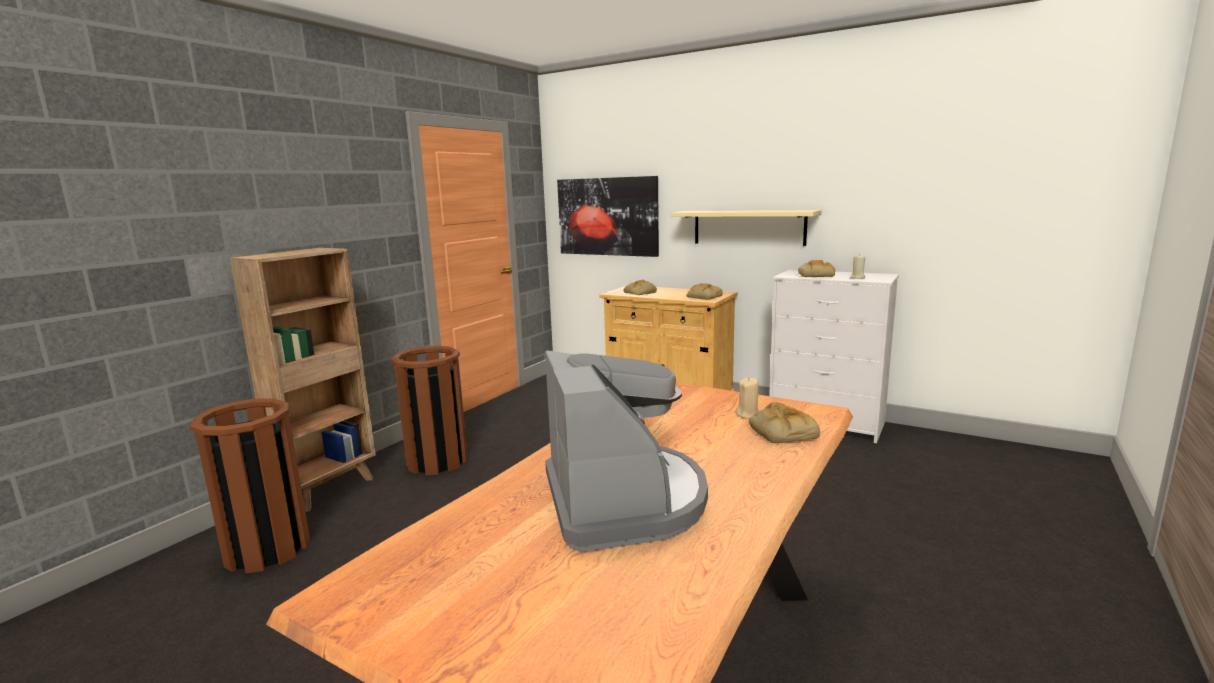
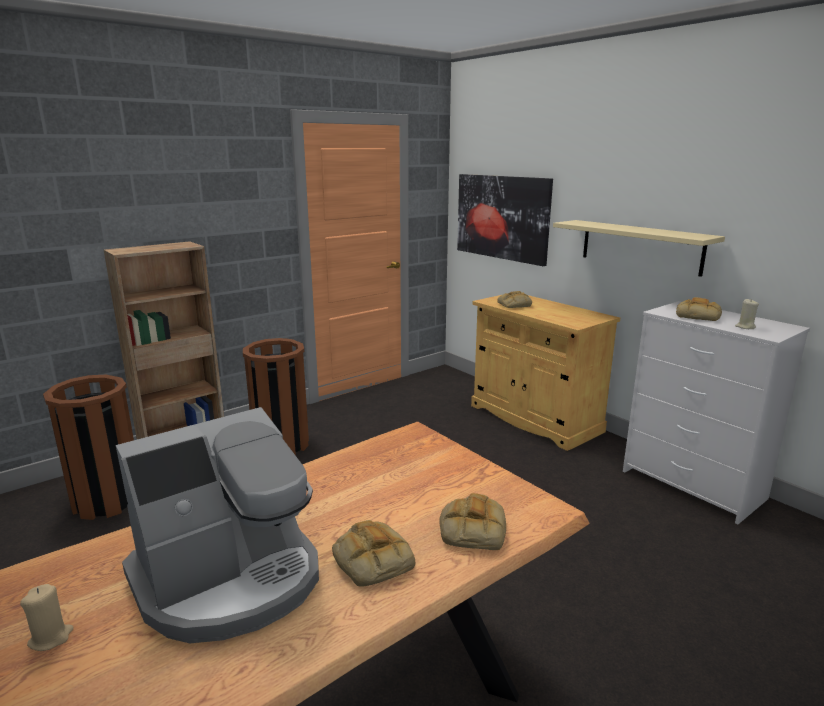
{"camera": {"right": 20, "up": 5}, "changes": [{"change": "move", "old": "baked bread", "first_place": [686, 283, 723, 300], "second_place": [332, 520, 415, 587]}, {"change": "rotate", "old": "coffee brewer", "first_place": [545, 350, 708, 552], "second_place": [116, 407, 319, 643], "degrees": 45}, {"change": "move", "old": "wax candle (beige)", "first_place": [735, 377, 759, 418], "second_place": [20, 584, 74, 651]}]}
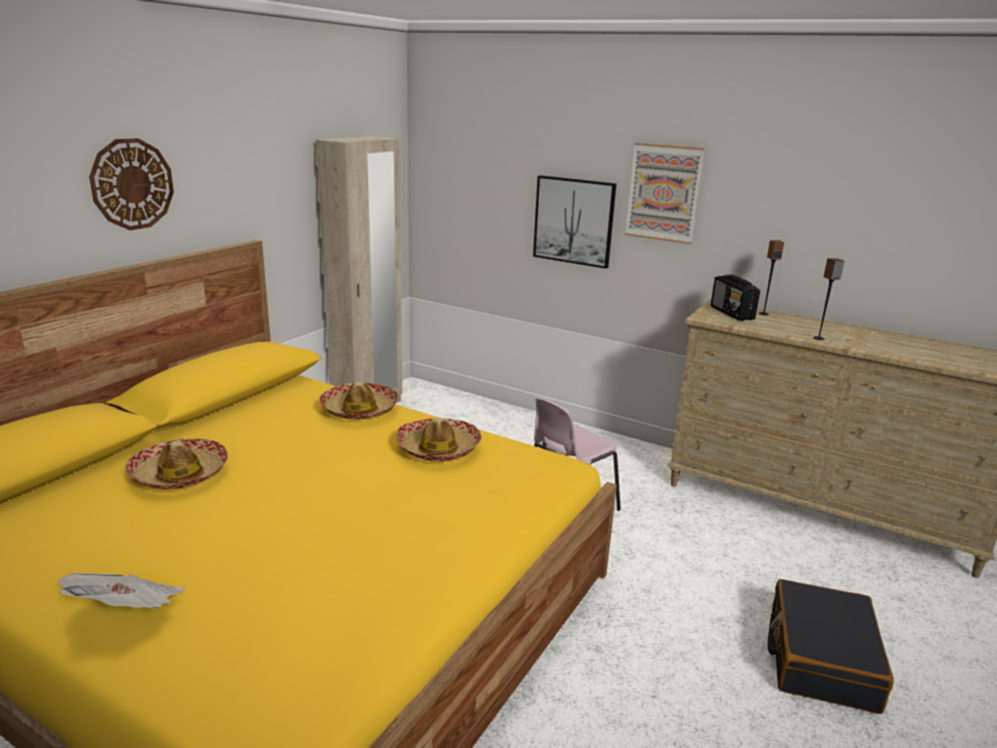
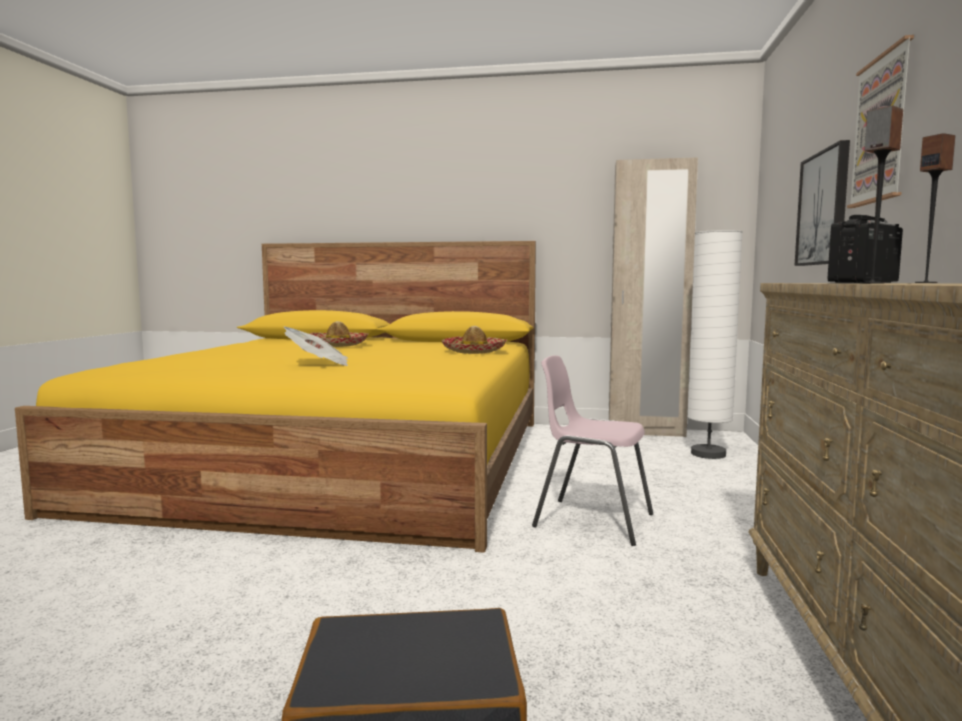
{"camera": {"right": 70, "up": -15}, "changes": [{"change": "delete", "old": "hanging clock", "first_place": [89, 138, 174, 230]}, {"change": "delete", "old": "clothing hat", "first_place": [396, 417, 482, 462]}, {"change": "move", "old": "daily paper", "first_place": [57, 573, 185, 609], "second_place": [284, 327, 348, 366]}, {"change": "insert", "new": "standard lamp (white-coloured)", "second_place": [687, 230, 743, 459]}]}
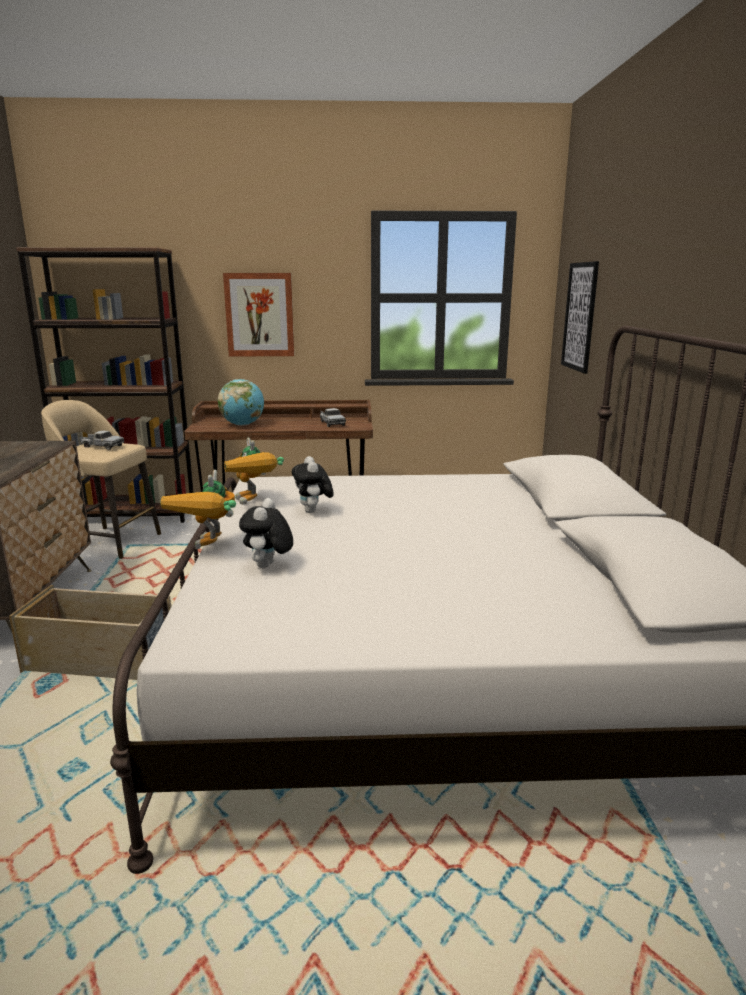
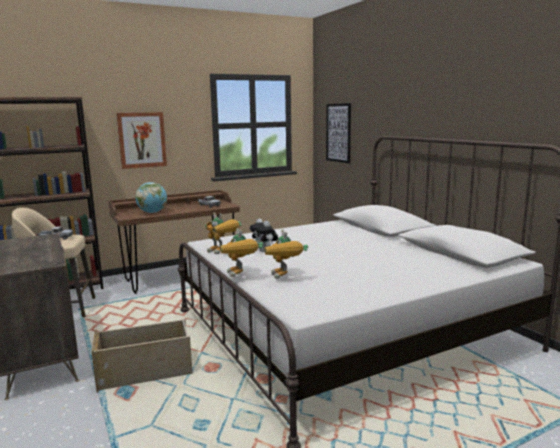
{"camera": {"right": -25, "up": -5}, "changes": [{"change": "replace", "old": "plush toy", "new": "toy robot", "first_place": [239, 498, 293, 568], "second_place": [265, 229, 308, 279]}]}
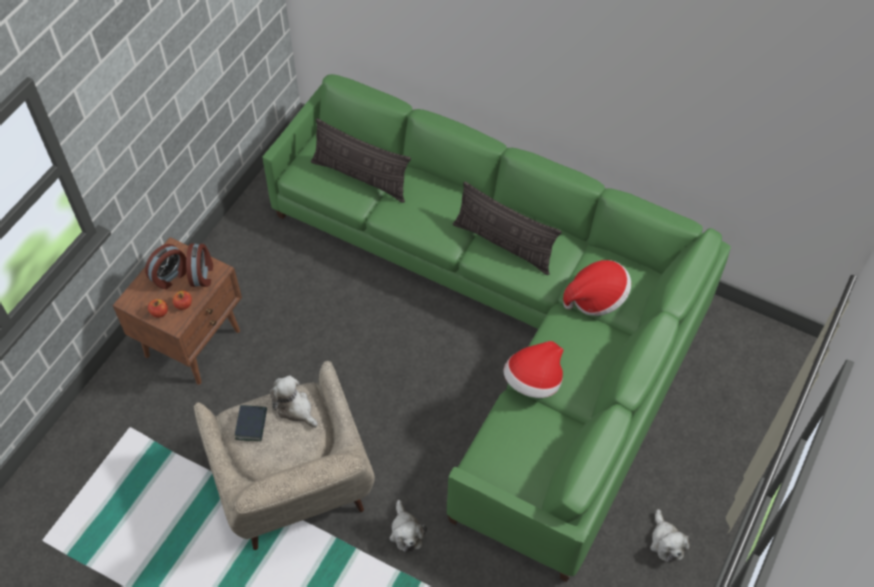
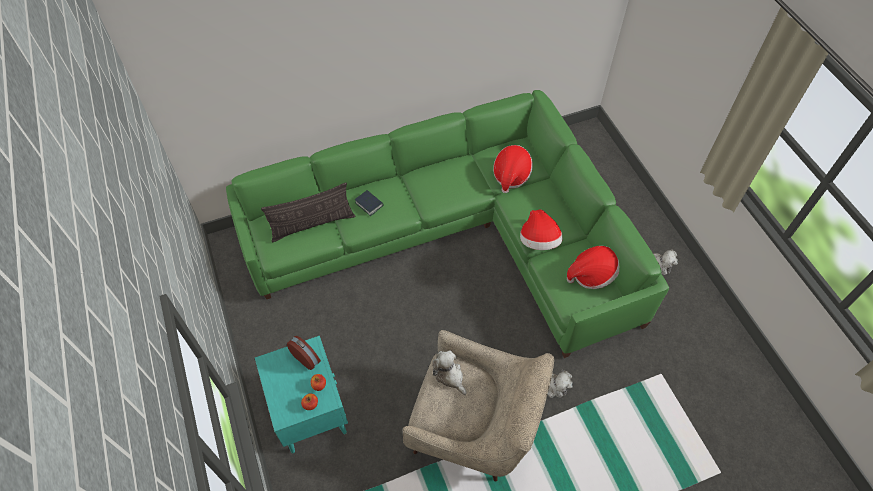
{"camera": {"right": -50, "up": 0}, "changes": [{"change": "delete", "old": "pillow", "first_place": [453, 181, 562, 275]}, {"change": "recolor", "old": "bedside table (brown)", "new": "bedside table (turquoise)", "first_place": [112, 237, 242, 385], "second_place": [255, 336, 348, 453]}, {"change": "delete", "old": "alarm clock", "first_place": [145, 244, 187, 289]}, {"change": "rotate", "old": "plush toy", "first_place": [270, 375, 318, 428], "second_place": [433, 351, 467, 395], "degrees": 60}, {"change": "move", "old": "bound book", "first_place": [235, 405, 267, 441], "second_place": [355, 190, 383, 216]}, {"change": "insert", "new": "clothing hat", "second_place": [567, 246, 619, 289]}]}
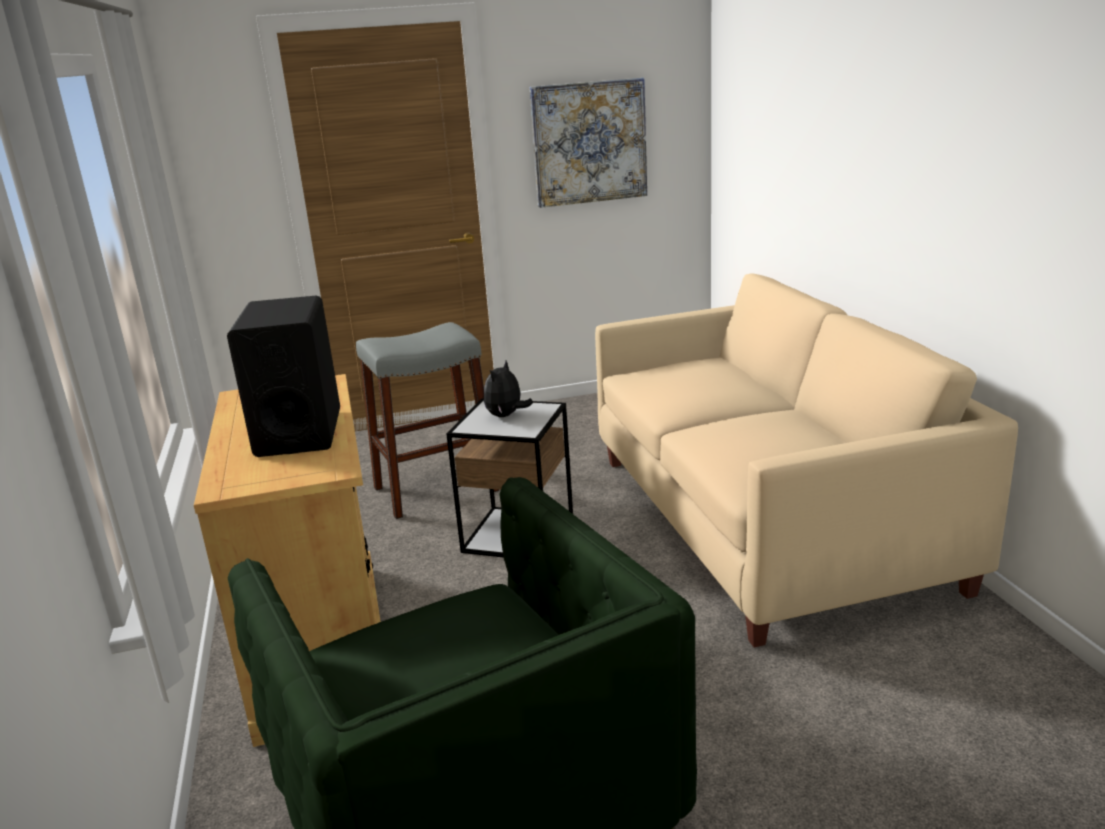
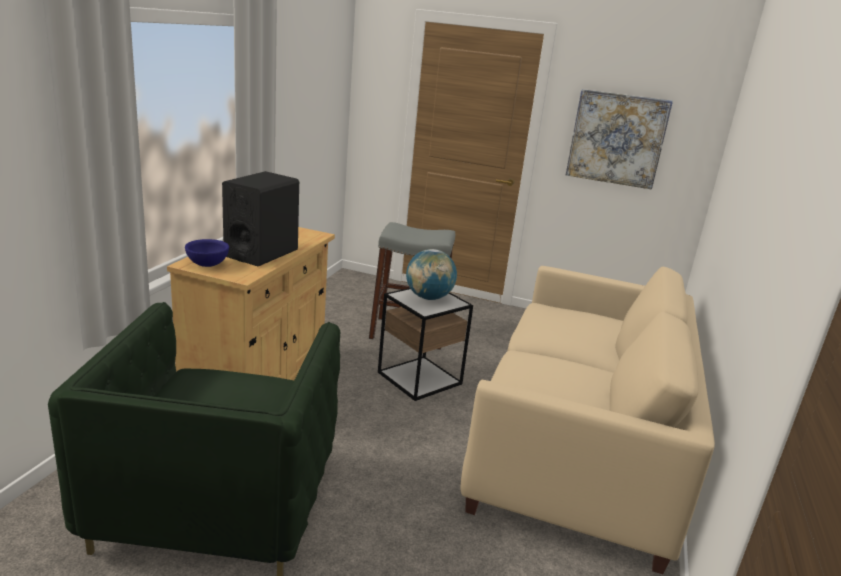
{"camera": {"right": 30, "up": 0}, "changes": [{"change": "replace", "old": "plush toy", "new": "desk globe", "first_place": [483, 361, 533, 417], "second_place": [406, 249, 457, 300]}, {"change": "insert", "new": "serving bowl (bluish)", "second_place": [185, 239, 229, 267]}]}
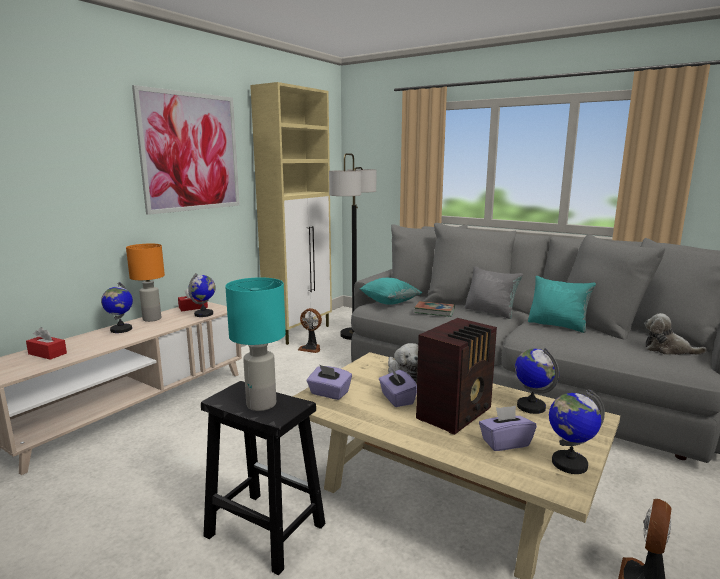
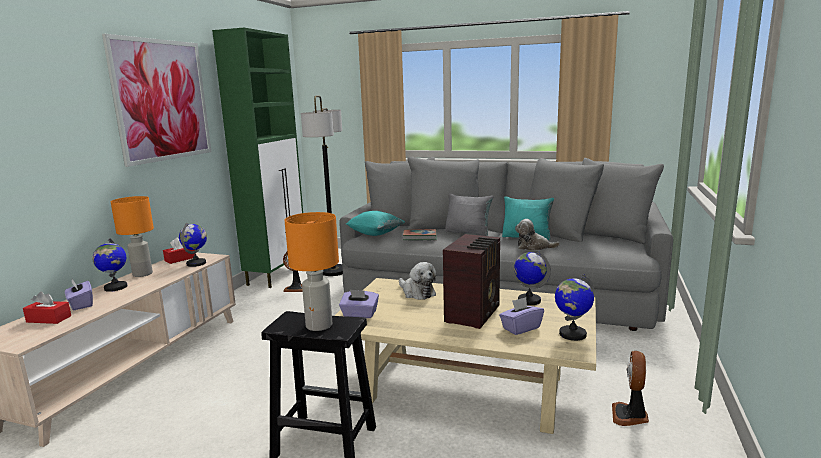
{"camera": {"right": -15, "up": 0}, "changes": [{"change": "recolor", "old": "cabinet (beige)", "new": "cabinet (green-coloured)", "first_place": [250, 82, 332, 345], "second_place": [212, 28, 303, 288]}, {"change": "recolor", "old": "tabletop lamp (turquoise)", "new": "tabletop lamp (orange-coloured)", "first_place": [225, 277, 286, 411], "second_place": [285, 212, 339, 331]}, {"change": "move", "old": "plush toy", "first_place": [645, 313, 707, 355], "second_place": [515, 219, 560, 251]}, {"change": "move", "old": "box of tissues (purple)", "first_place": [379, 368, 417, 407], "second_place": [65, 279, 93, 310]}]}
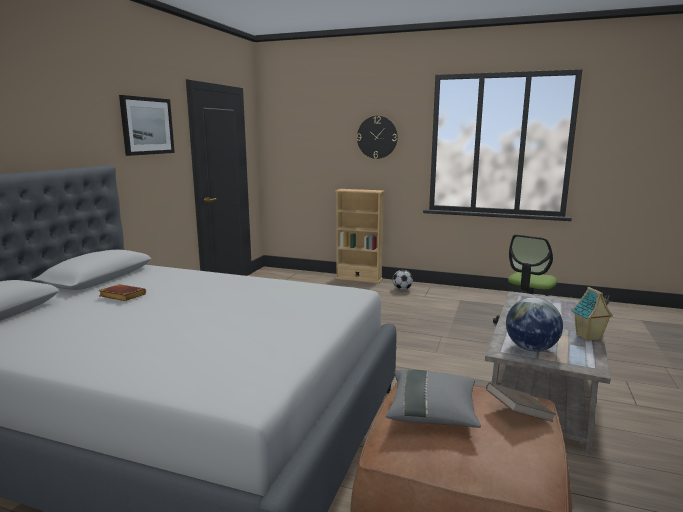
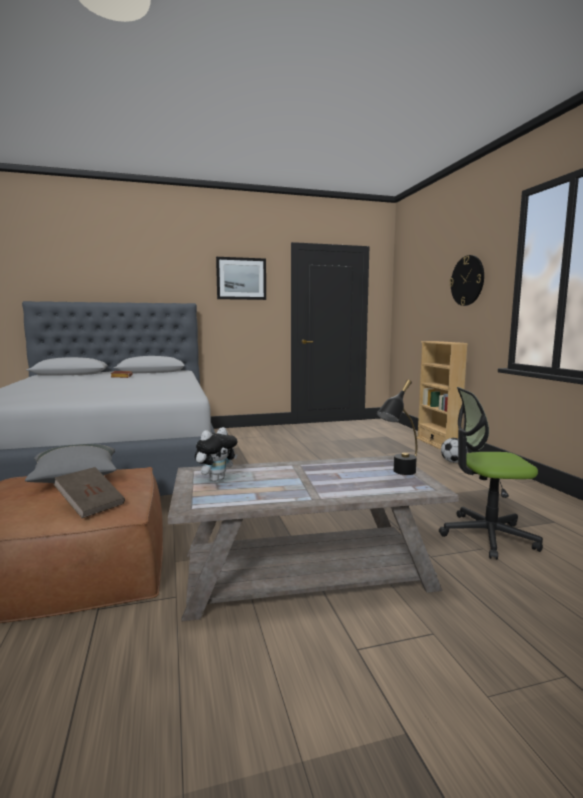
{"camera": {"right": 55, "up": -5}, "changes": [{"change": "delete", "old": "model house", "first_place": [572, 287, 613, 341]}, {"change": "replace", "old": "desk globe", "new": "plush toy", "first_place": [506, 297, 563, 352], "second_place": [195, 427, 238, 482]}, {"change": "insert", "new": "tabletop lamp (black-coloured)", "second_place": [376, 380, 417, 475]}]}
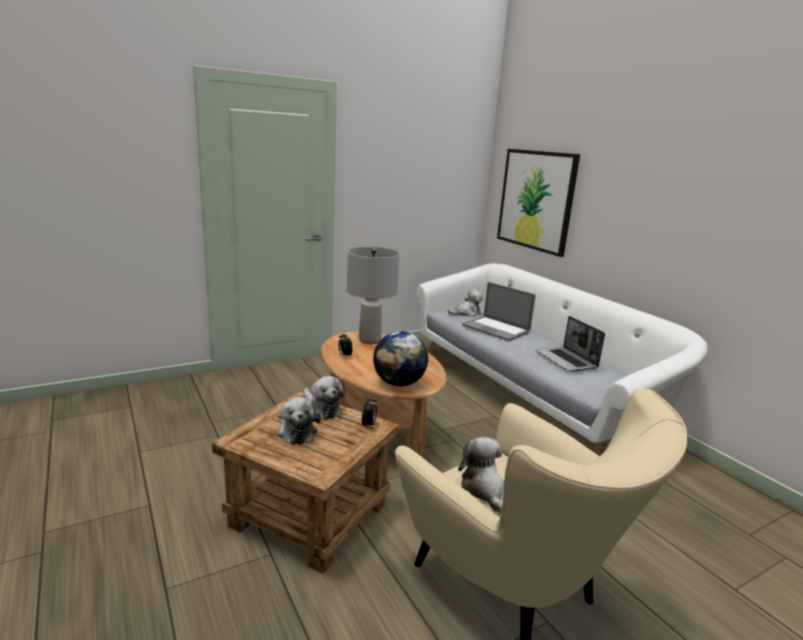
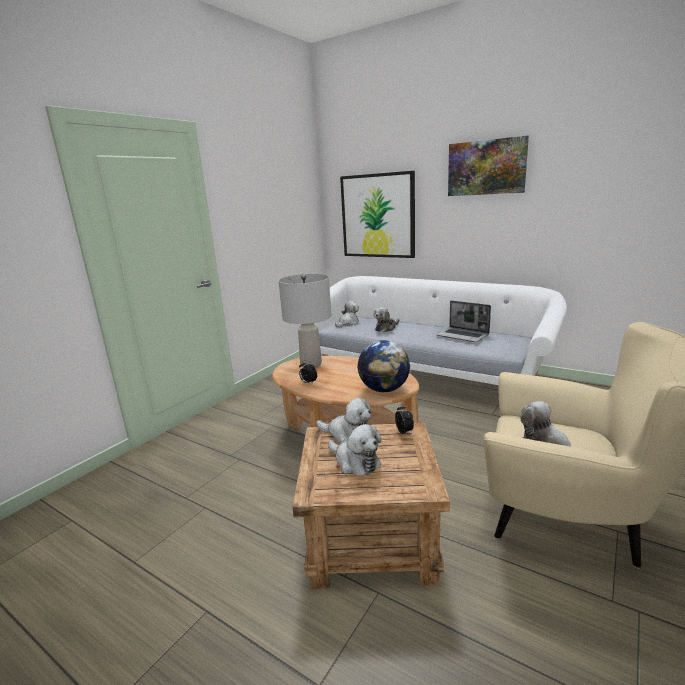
{"camera": {"right": -25, "up": 0}, "changes": [{"change": "replace", "old": "laptop", "new": "plush toy", "first_place": [462, 282, 536, 341], "second_place": [374, 307, 399, 332]}, {"change": "insert", "new": "wall picture", "second_place": [448, 136, 529, 196]}]}
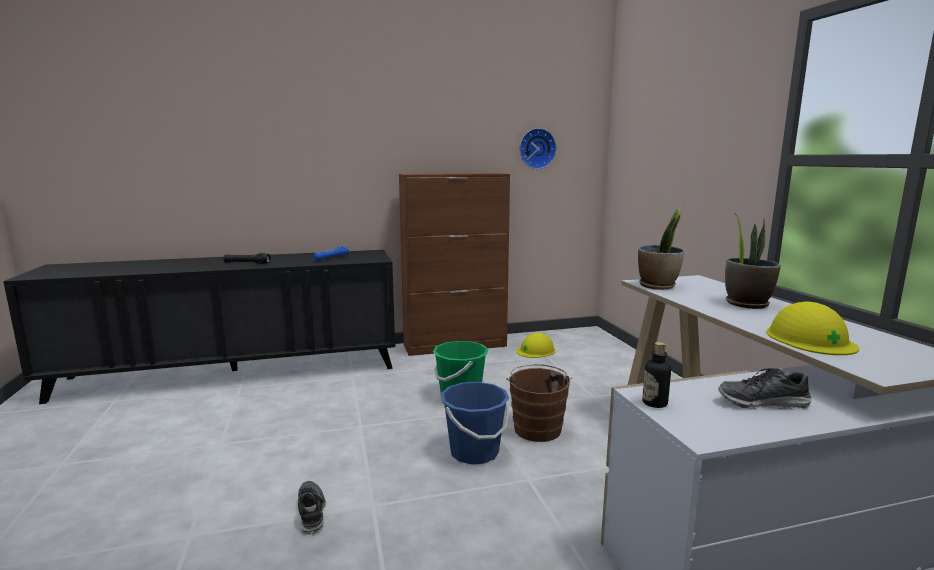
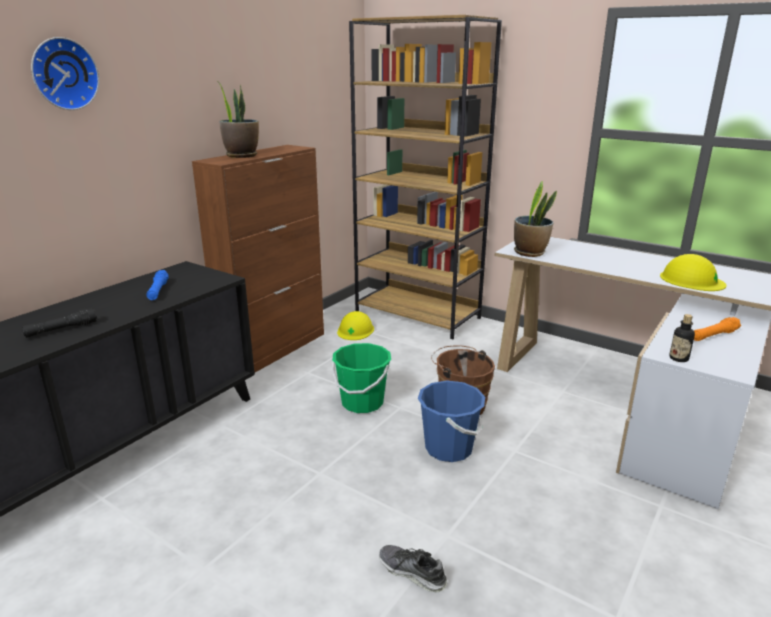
{"camera": {"right": -40, "up": 10}, "changes": [{"change": "move", "old": "hanging clock", "first_place": [519, 128, 557, 169], "second_place": [31, 37, 99, 110]}, {"change": "move", "old": "plant in a pot", "first_place": [725, 213, 781, 309], "second_place": [217, 81, 259, 158]}, {"change": "replace", "old": "shoe", "new": "torch (orange-coloured)", "first_place": [718, 368, 812, 410], "second_place": [694, 317, 741, 341]}, {"change": "insert", "new": "bookcase (brown)", "second_place": [349, 15, 502, 339]}]}
